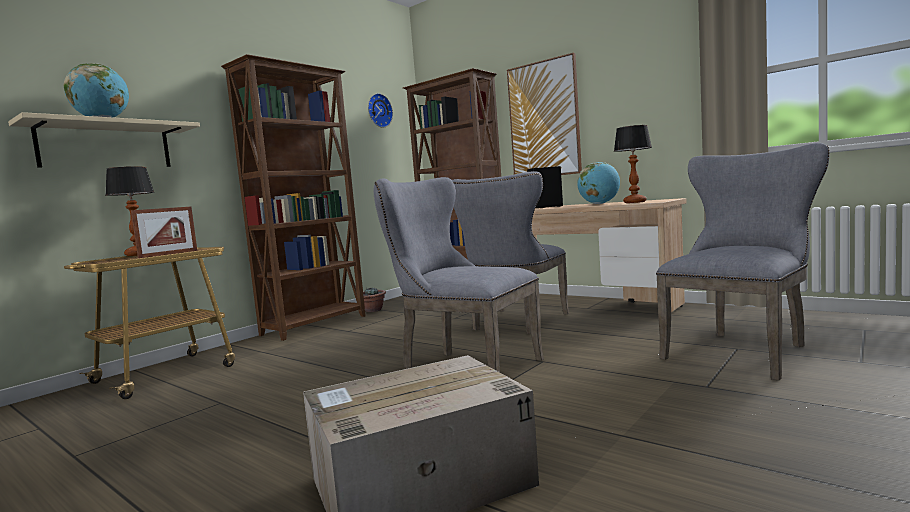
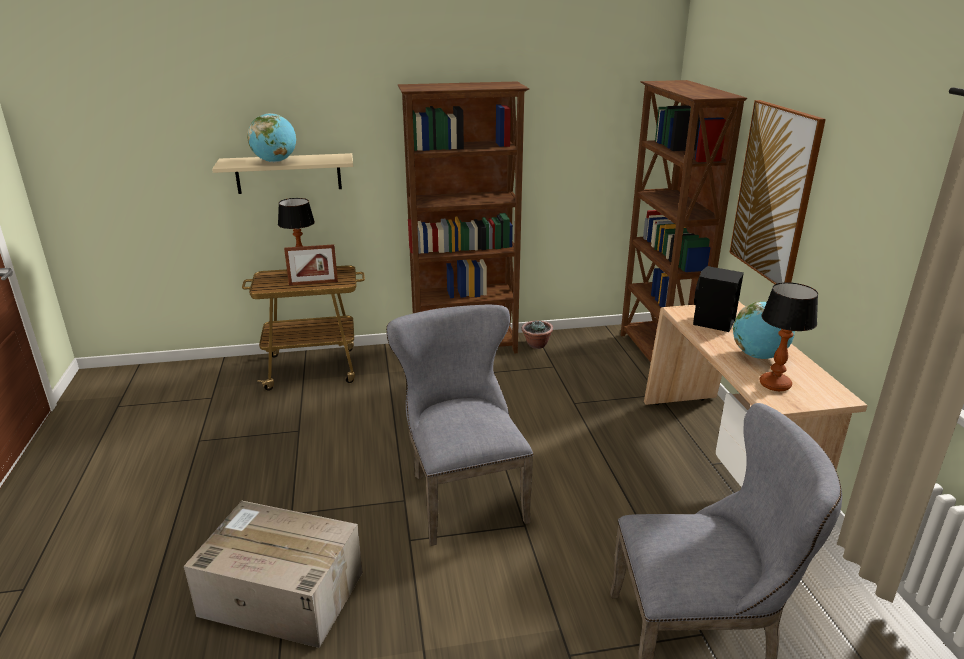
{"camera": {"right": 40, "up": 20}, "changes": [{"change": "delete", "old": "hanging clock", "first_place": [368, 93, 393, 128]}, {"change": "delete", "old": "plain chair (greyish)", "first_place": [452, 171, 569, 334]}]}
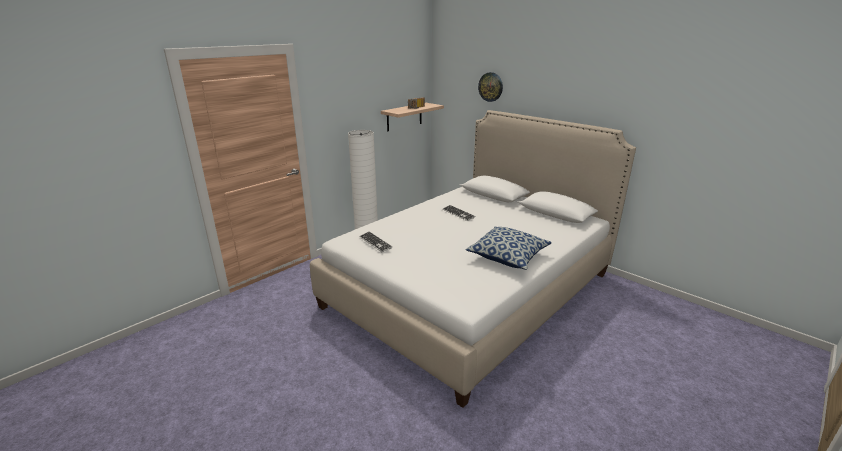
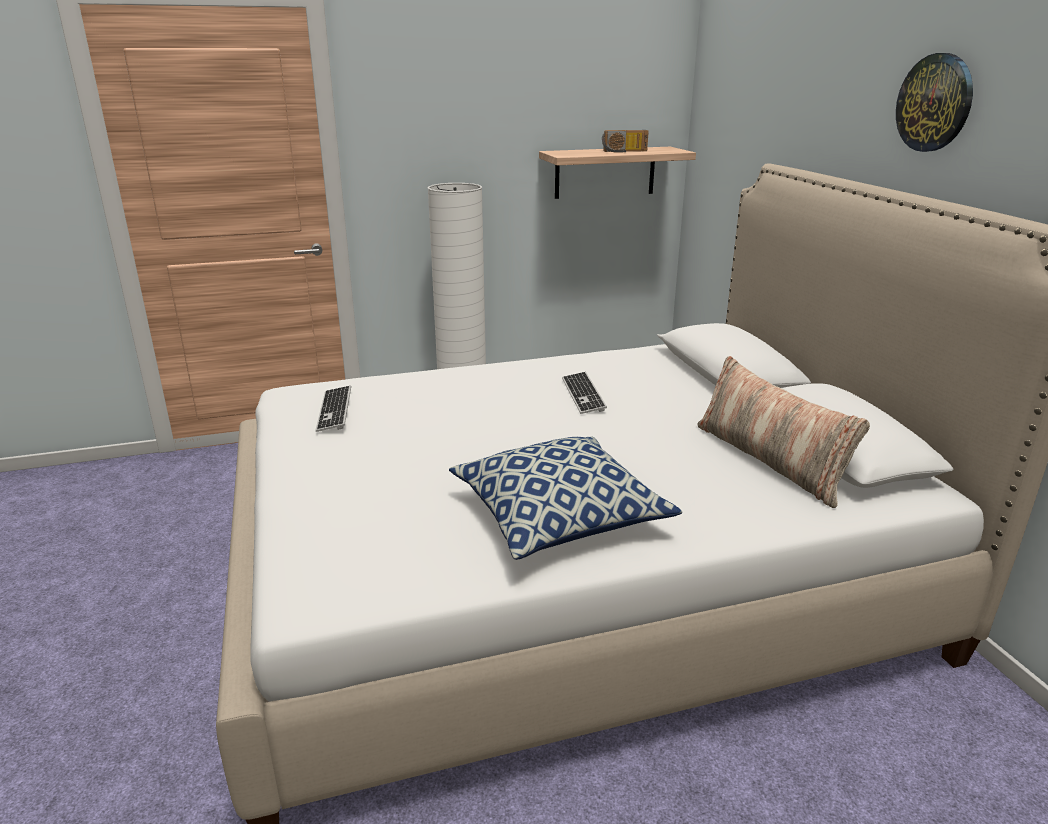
{"camera": {"right": 30, "up": 0}, "changes": [{"change": "move", "old": "hanging clock", "first_place": [478, 72, 503, 102], "second_place": [896, 53, 973, 152]}, {"change": "insert", "new": "pillow", "second_place": [698, 356, 870, 508]}]}
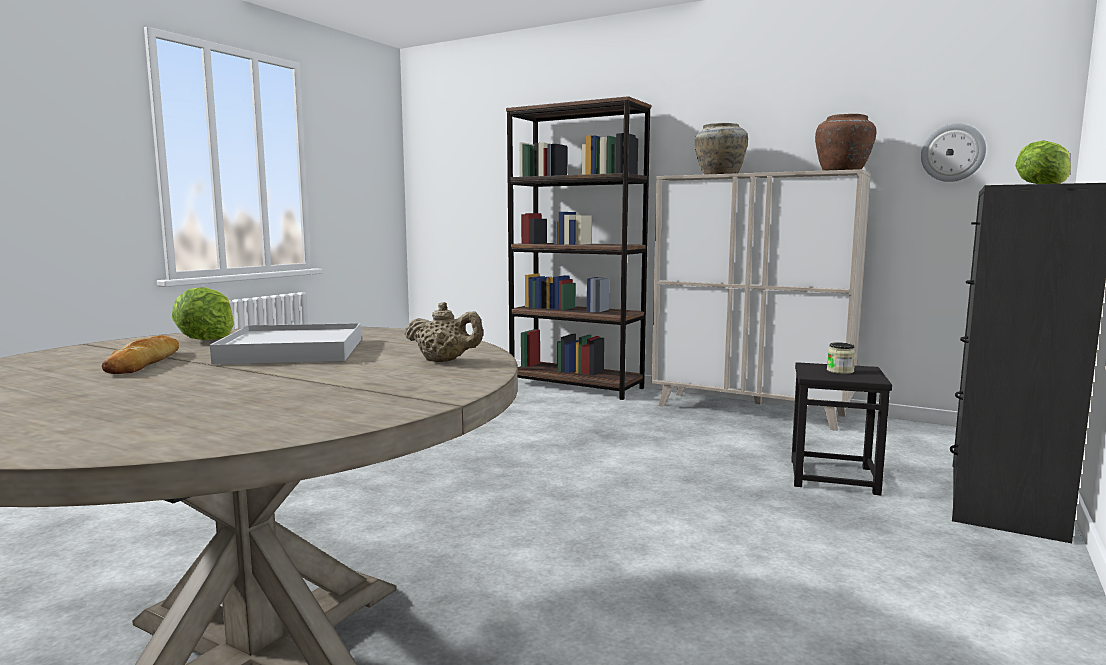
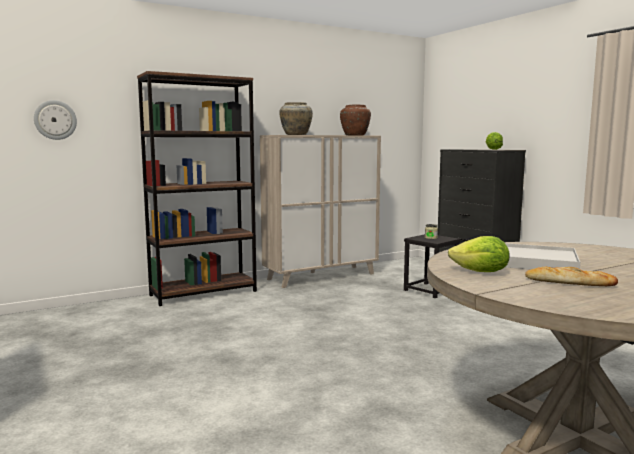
{"camera": {"right": -60, "up": 0}, "changes": [{"change": "move", "old": "hanging clock", "first_place": [921, 123, 986, 182], "second_place": [34, 100, 77, 140]}, {"change": "delete", "old": "tea pot (beige)", "first_place": [405, 302, 483, 362]}]}
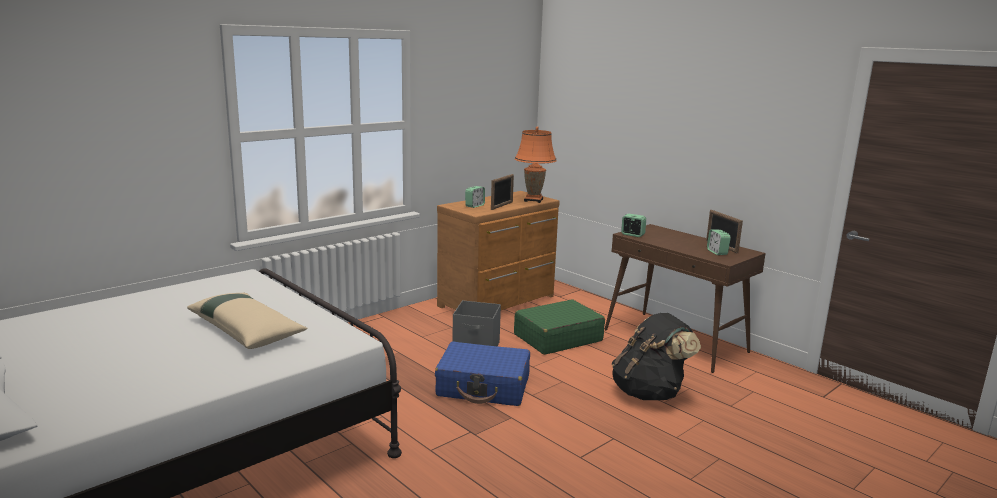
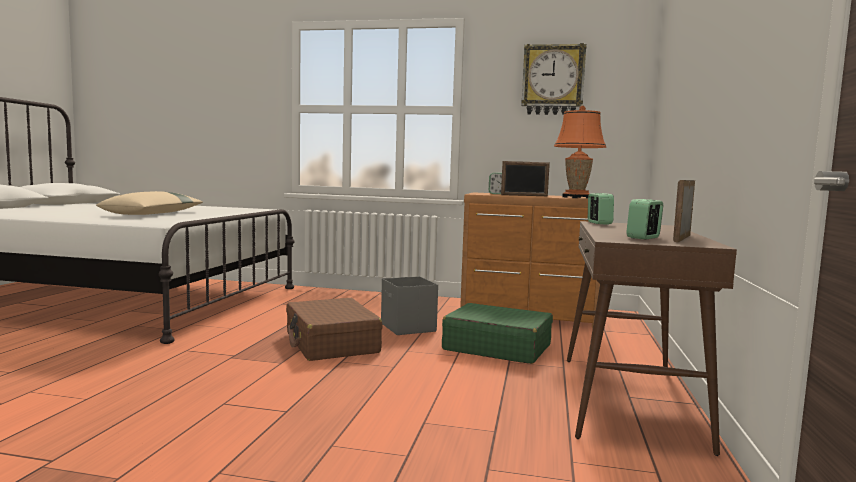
{"camera": {"right": 55, "up": -10}, "changes": [{"change": "delete", "old": "rucksack (black-coloured)", "first_place": [612, 313, 701, 400]}, {"change": "recolor", "old": "piece of luggage (bluish)", "new": "piece of luggage (brown)", "first_place": [435, 341, 530, 406], "second_place": [286, 298, 382, 361]}, {"change": "insert", "new": "hanging clock", "second_place": [521, 43, 586, 115]}]}
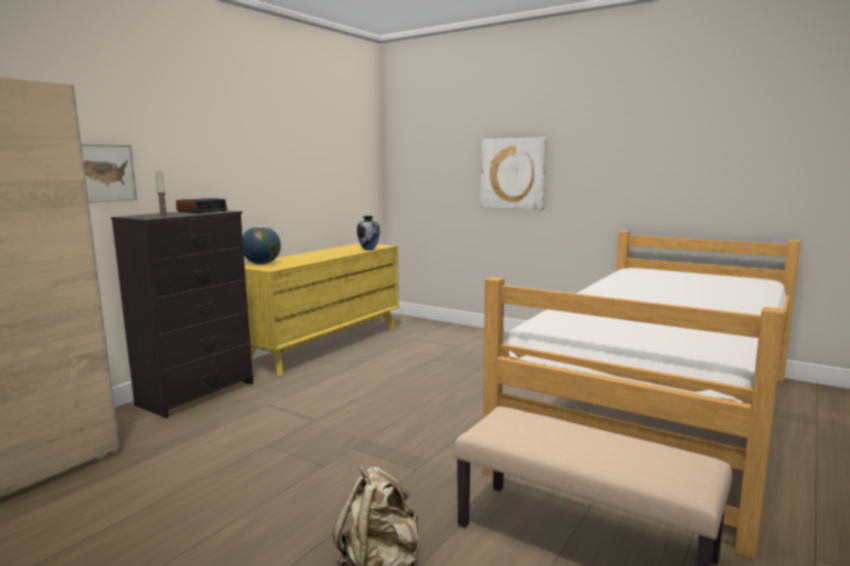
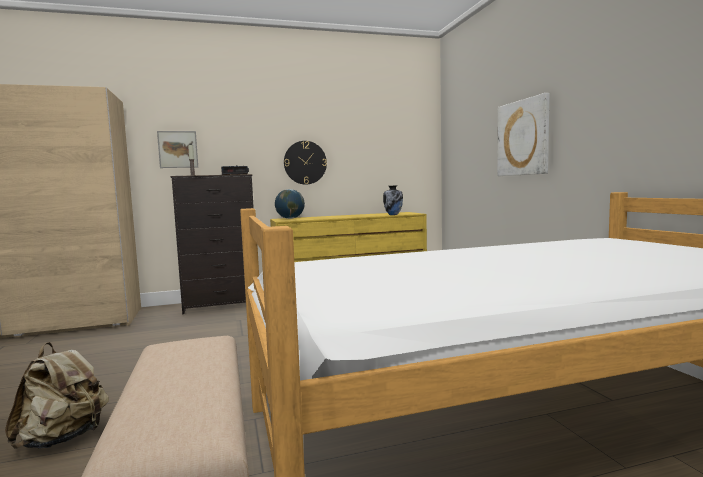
{"camera": {"right": 40, "up": -5}, "changes": [{"change": "insert", "new": "hanging clock", "second_place": [284, 141, 327, 185]}]}
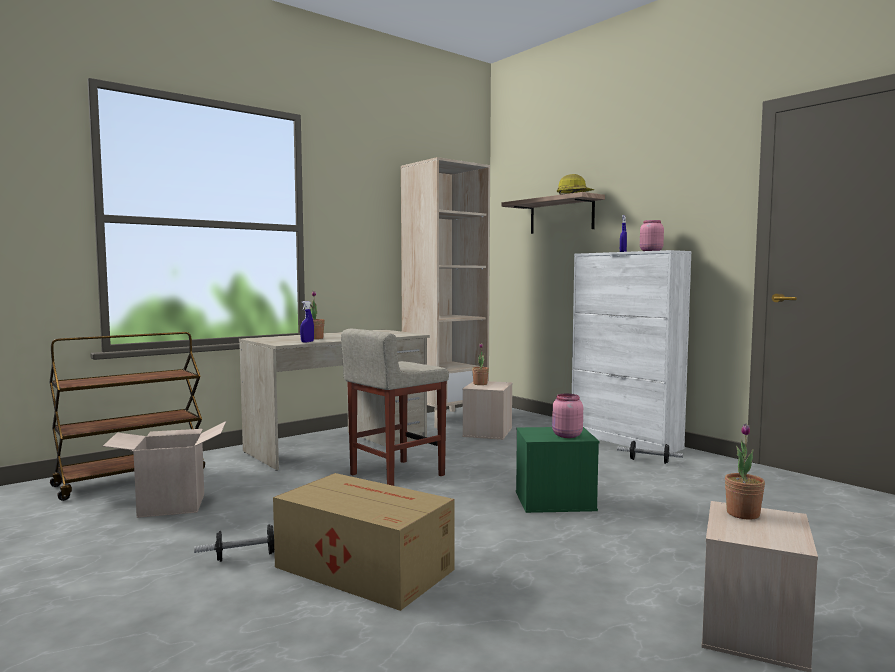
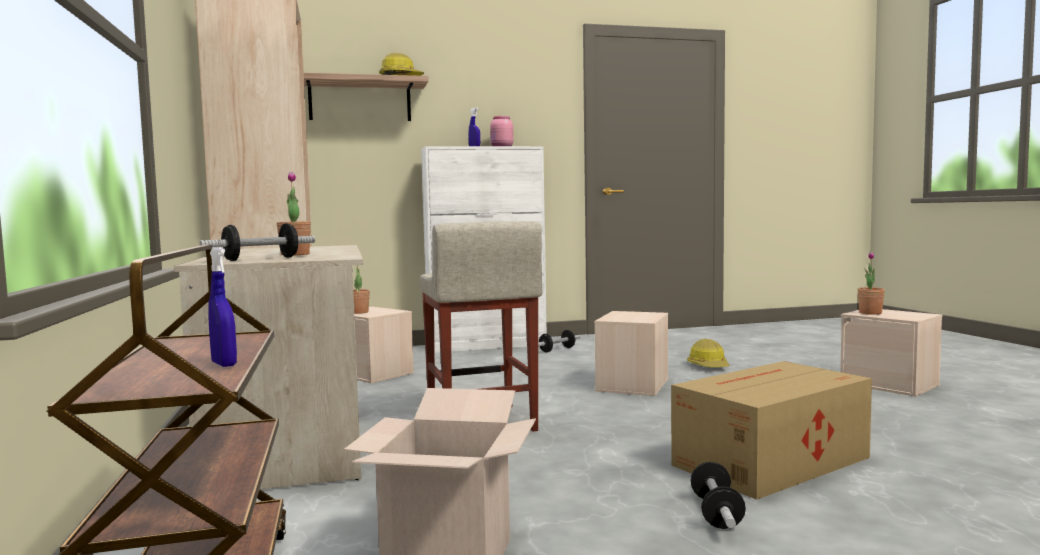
{"camera": {"right": -65, "up": 0}, "changes": [{"change": "move", "old": "hand sprayer (bluish)", "first_place": [300, 301, 314, 342], "second_place": [208, 247, 237, 367]}, {"change": "delete", "old": "jar (pinkish)", "first_place": [552, 394, 583, 438]}, {"change": "recolor", "old": "storage container (green-coloured)", "new": "storage container (beige)", "first_place": [516, 427, 599, 513], "second_place": [594, 311, 668, 396]}, {"change": "insert", "new": "free weight", "second_place": [199, 223, 315, 261]}, {"change": "insert", "new": "hard hat", "second_place": [687, 339, 730, 367]}]}
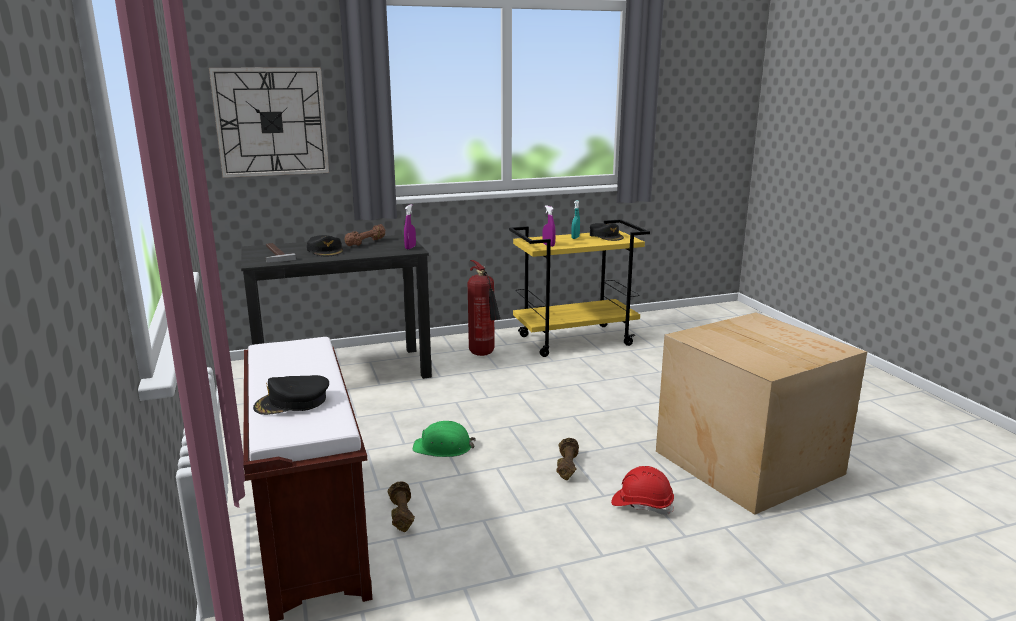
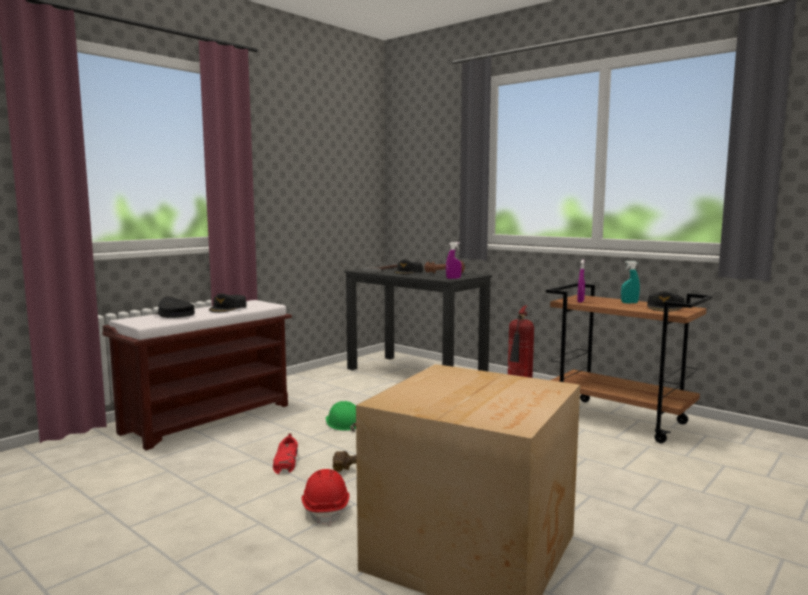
{"camera": {"right": 60, "up": -10}, "changes": [{"change": "delete", "old": "hanging clock", "first_place": [209, 68, 329, 178]}, {"change": "recolor", "old": "trolley (yellowish)", "new": "trolley (brown)", "first_place": [509, 219, 650, 357], "second_place": [546, 283, 713, 443]}, {"change": "delete", "old": "free weight (brown)", "first_place": [388, 481, 415, 532]}, {"change": "insert", "new": "cap (black-coloured)", "second_place": [209, 294, 247, 312]}, {"change": "insert", "new": "shoe (reddish)", "second_place": [273, 433, 298, 474]}]}
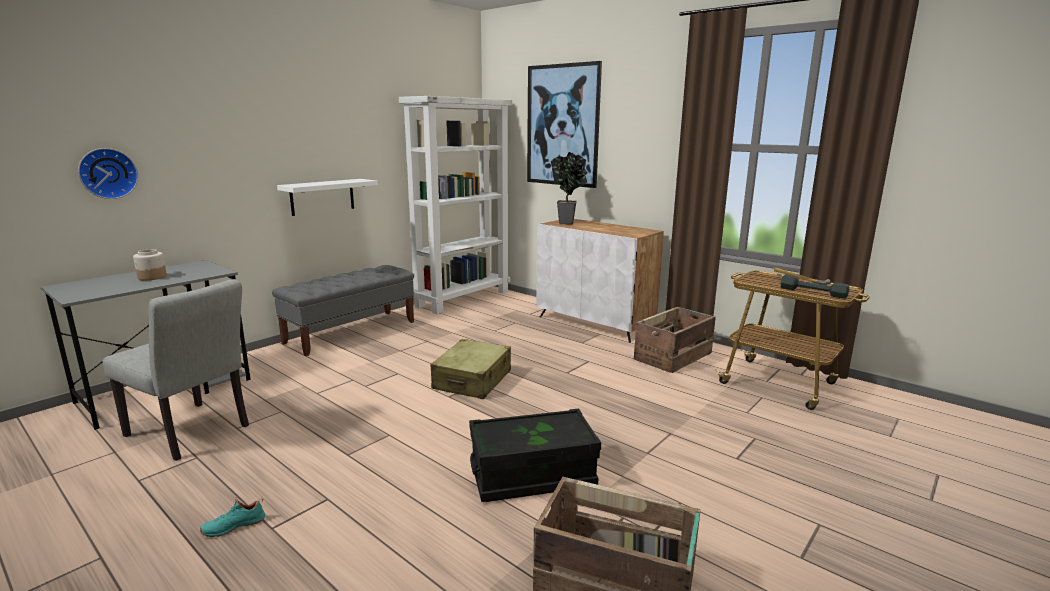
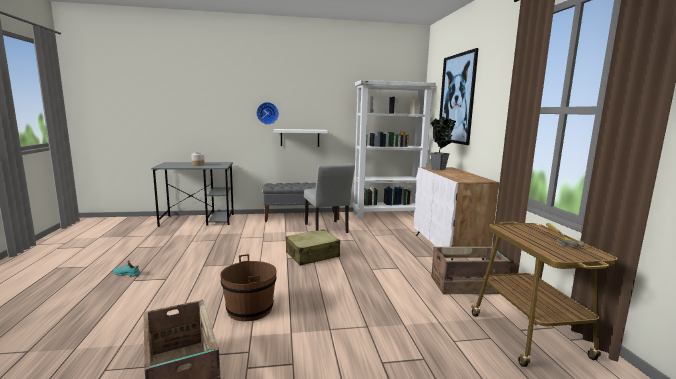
{"camera": {"right": 40, "up": -5}, "changes": [{"change": "move", "old": "hanging clock", "first_place": [78, 148, 138, 199], "second_place": [256, 102, 279, 125]}, {"change": "delete", "old": "free weight (greyish)", "first_place": [781, 275, 849, 299]}, {"change": "move", "old": "plain chair (greyish)", "first_place": [103, 279, 249, 461], "second_place": [304, 163, 355, 233]}, {"change": "replace", "old": "storage container (black-coloured)", "new": "bucket (brown)", "first_place": [469, 408, 601, 502], "second_place": [220, 254, 277, 321]}]}
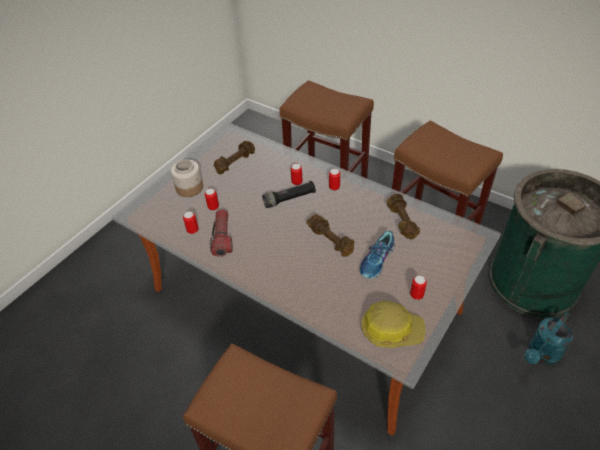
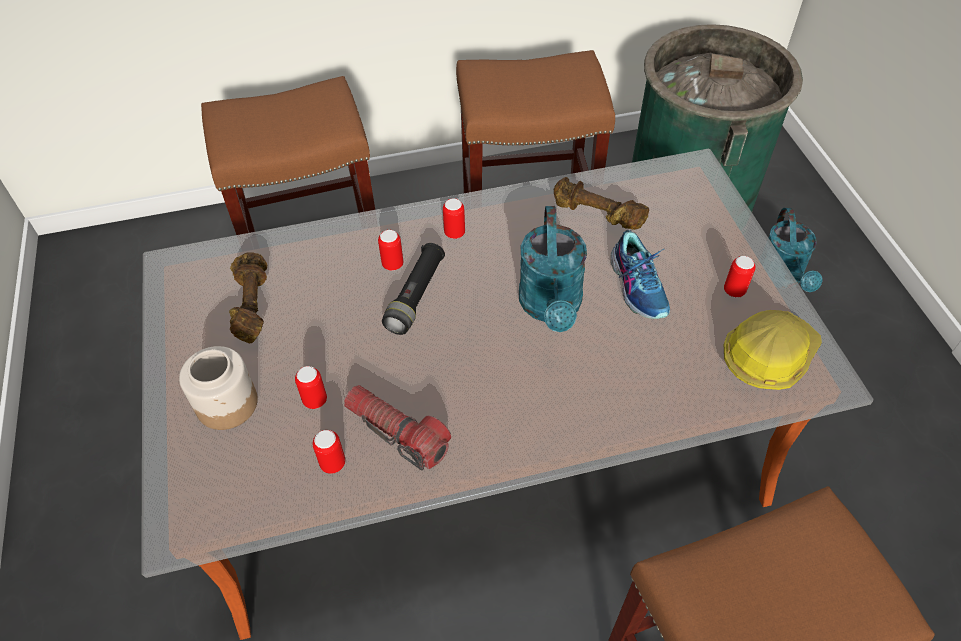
{"camera": {"right": -50, "up": 5}, "changes": [{"change": "replace", "old": "free weight (brown)", "new": "watering pot (turquoise)", "first_place": [306, 214, 355, 257], "second_place": [519, 206, 587, 332]}]}
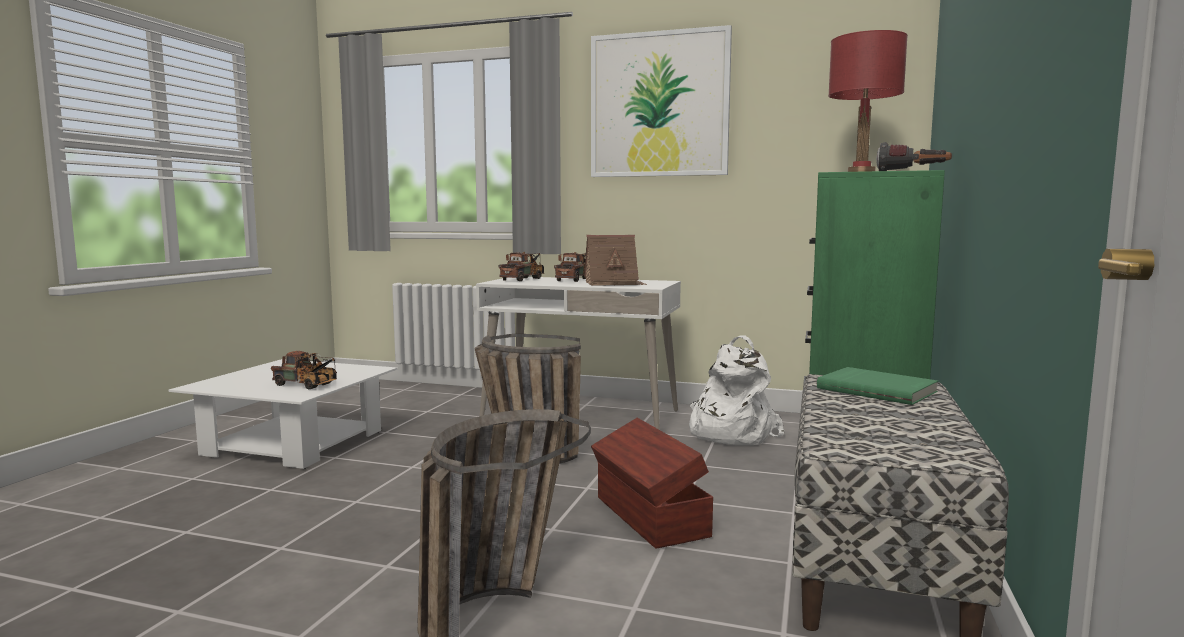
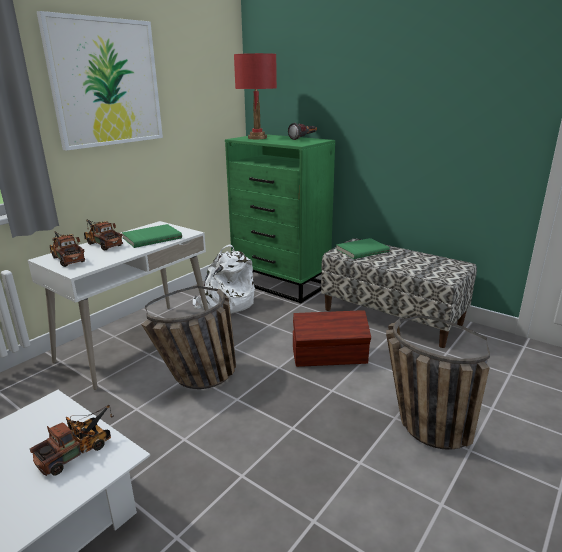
{"camera": {"right": -70, "up": 15}, "changes": [{"change": "replace", "old": "model house", "new": "bound book (green-coloured)", "first_place": [584, 235, 647, 286], "second_place": [122, 224, 182, 248]}]}
